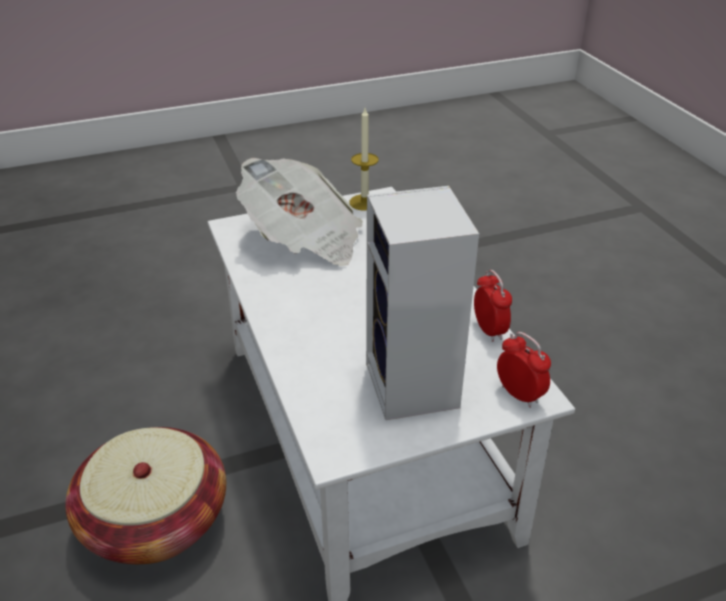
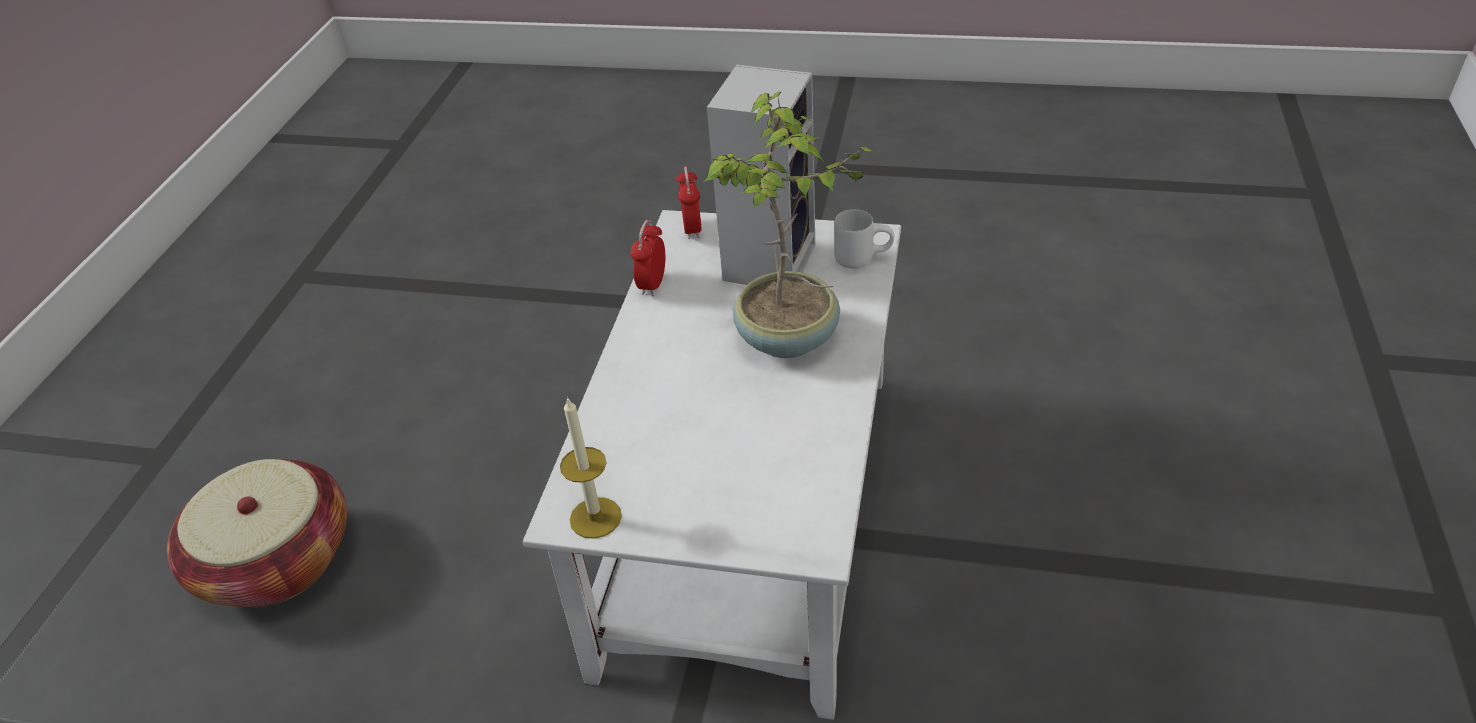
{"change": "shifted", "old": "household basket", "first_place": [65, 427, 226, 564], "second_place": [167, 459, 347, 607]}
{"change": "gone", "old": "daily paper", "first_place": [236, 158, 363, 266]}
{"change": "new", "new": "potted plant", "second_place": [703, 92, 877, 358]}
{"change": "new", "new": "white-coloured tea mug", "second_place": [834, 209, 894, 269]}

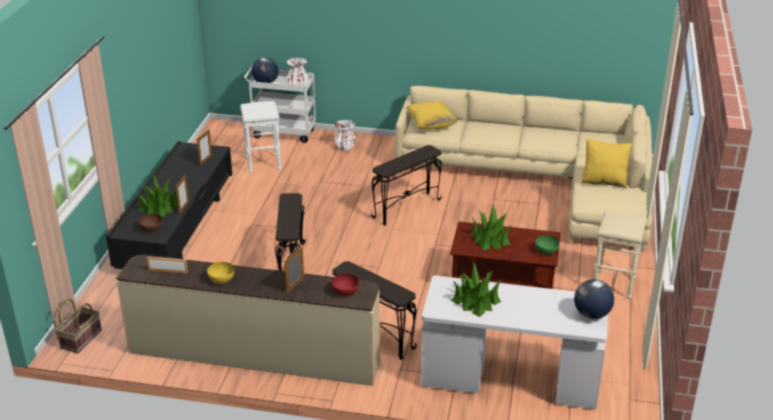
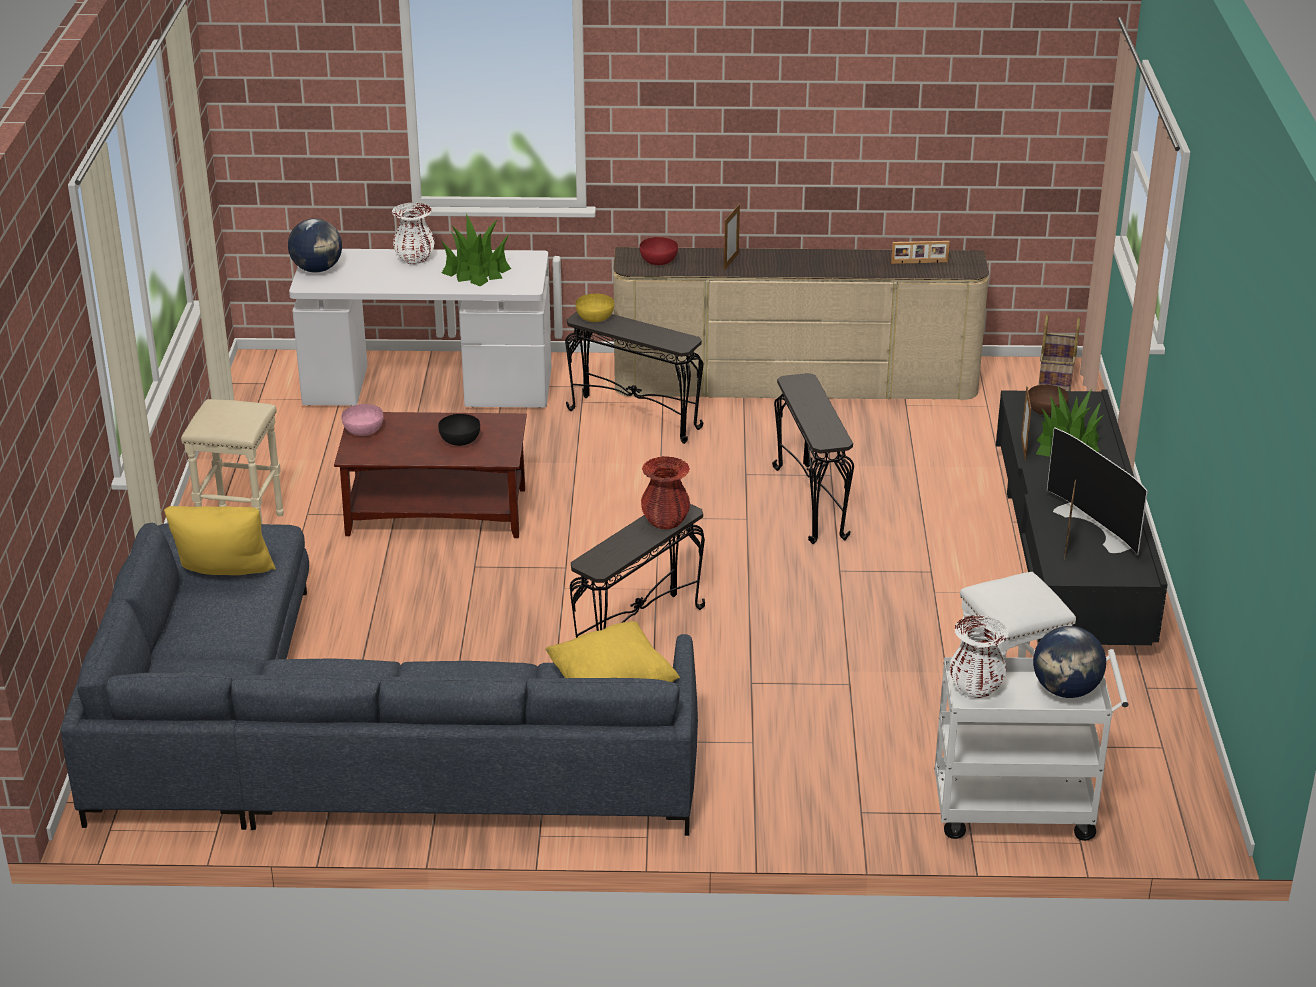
{"change": "shifted", "old": "yellow serving bowl", "first_place": [207, 262, 234, 284], "second_place": [575, 294, 614, 322]}
{"change": "shifted", "old": "white-coloured flower vase", "first_place": [335, 120, 355, 151], "second_place": [392, 203, 435, 264]}
{"change": "repainted", "old": "beige settee", "new": "blue-coloured settee", "first_place": [395, 86, 652, 253], "second_place": [61, 523, 698, 836]}
{"change": "swapped", "old": "potted plant", "new": "blackish serving bowl", "first_place": [470, 204, 512, 250], "second_place": [438, 414, 480, 446]}
{"change": "repainted", "old": "green serving bowl", "new": "pink serving bowl", "first_place": [535, 235, 560, 255], "second_place": [342, 404, 383, 436]}
{"change": "new", "new": "reddish flower vase", "second_place": [641, 456, 690, 529]}
{"change": "new", "new": "television", "second_place": [1047, 427, 1148, 555]}

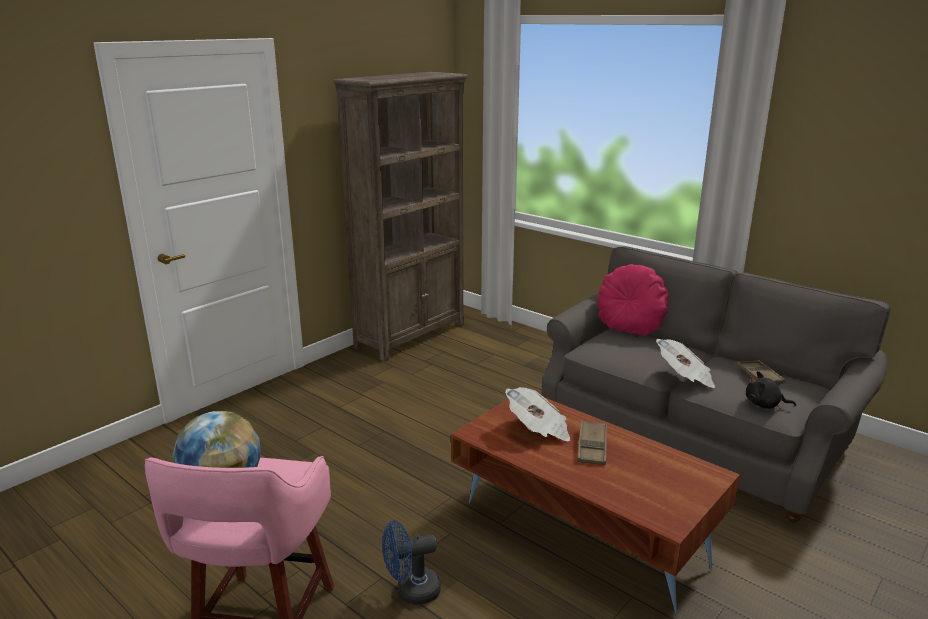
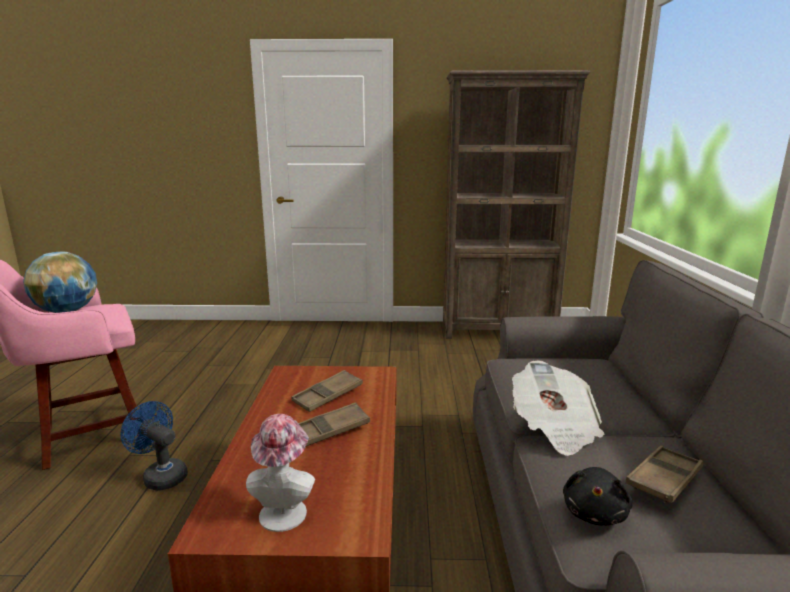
{"change": "swapped", "old": "daily paper", "new": "brown carrying tray", "first_place": [505, 387, 570, 441], "second_place": [291, 370, 363, 412]}
{"change": "gone", "old": "pink cushion", "first_place": [598, 264, 668, 336]}
{"change": "rotated", "old": "blackish soft toy", "first_place": [746, 371, 796, 409], "second_place": [563, 467, 633, 526], "degrees": -135}
{"change": "new", "new": "hat", "second_place": [246, 414, 315, 532]}

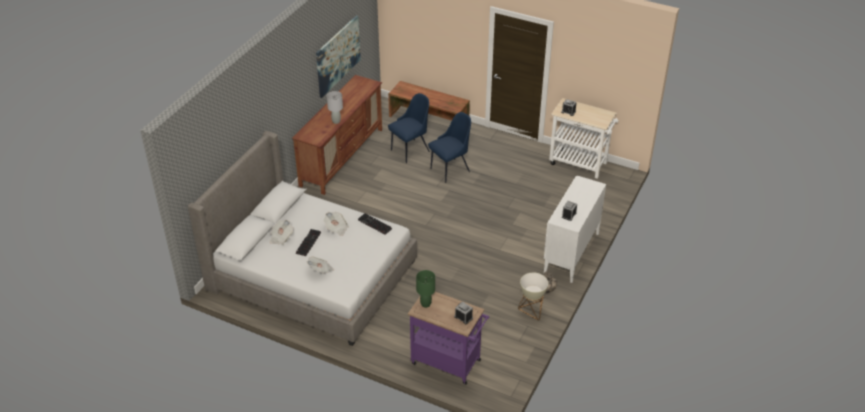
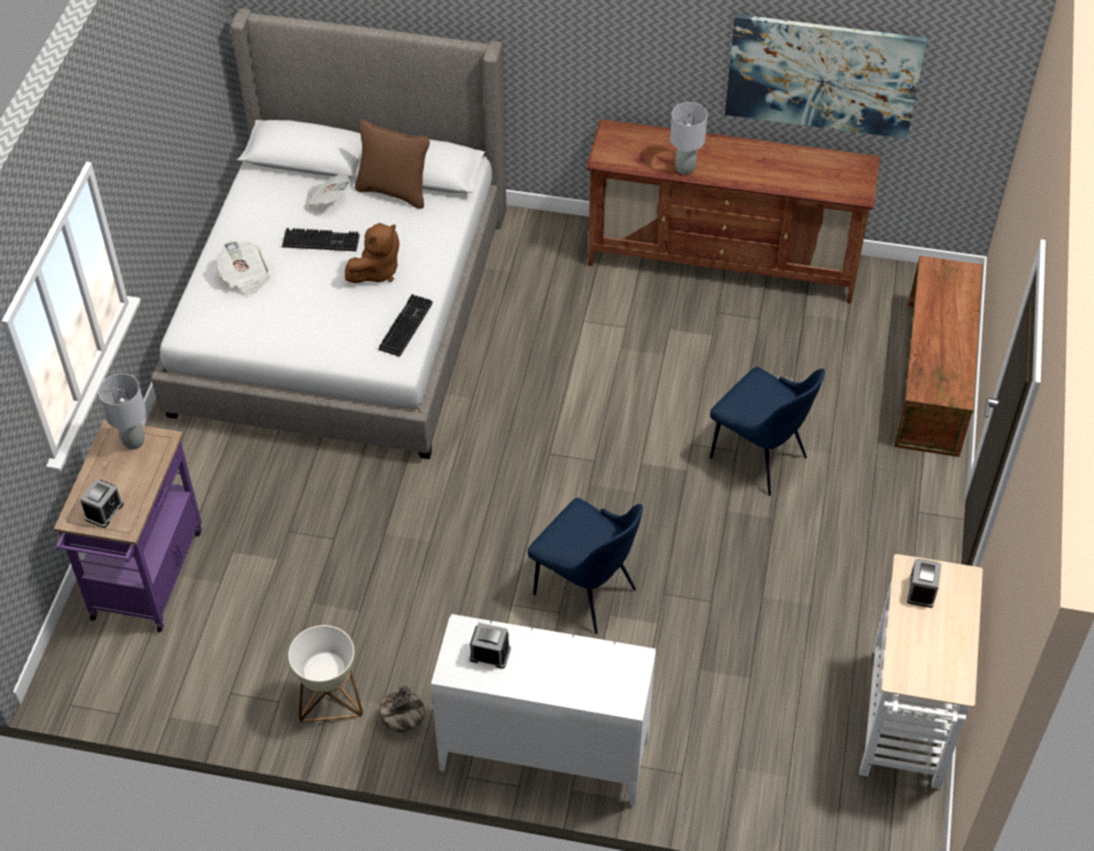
{"change": "swapped", "old": "daily paper", "new": "brown soft toy", "first_place": [324, 212, 349, 236], "second_place": [345, 223, 400, 283]}
{"change": "shifted", "old": "blue-coloured upright chair", "first_place": [388, 93, 430, 163], "second_place": [528, 498, 643, 634]}
{"change": "repainted", "old": "green tabletop lamp", "new": "greyish tabletop lamp", "first_place": [416, 270, 435, 308], "second_place": [98, 374, 146, 450]}
{"change": "new", "new": "brown cushion", "second_place": [355, 120, 430, 209]}

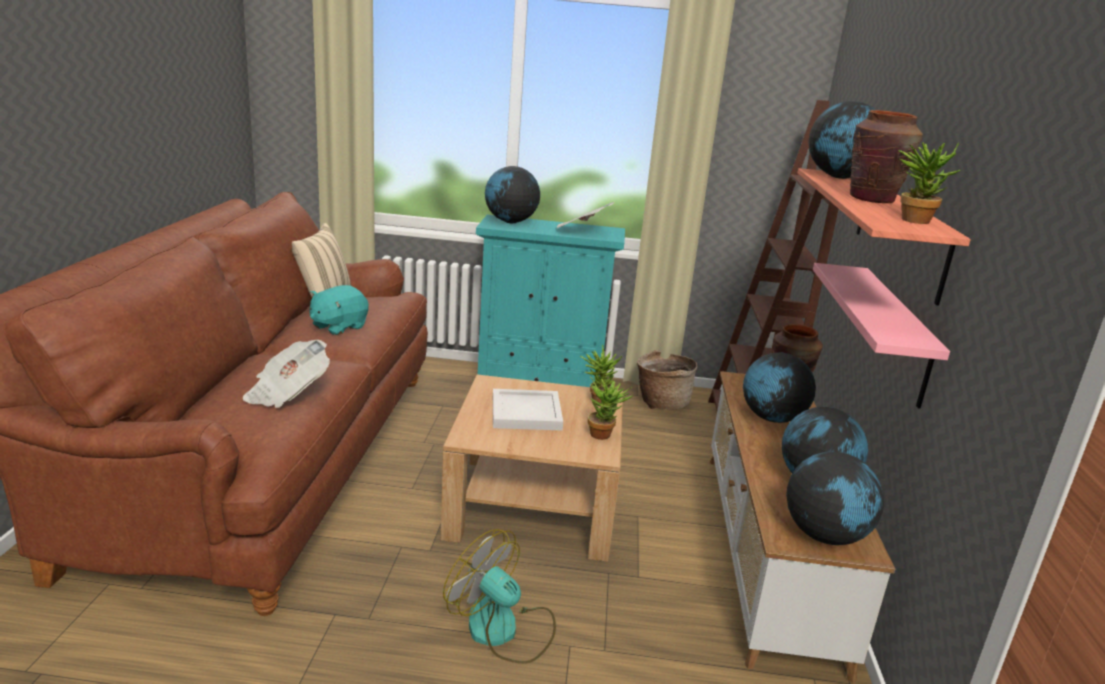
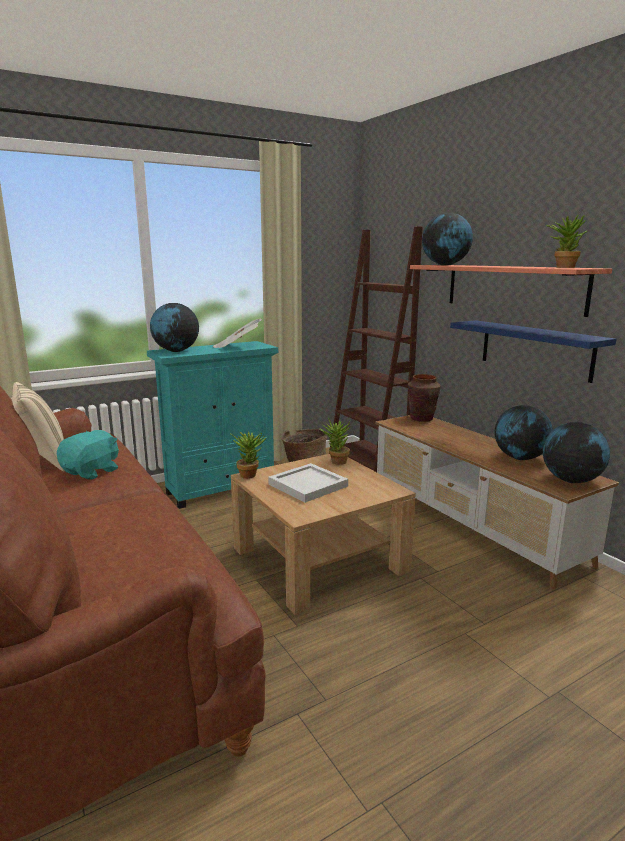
{"change": "gone", "old": "daily paper", "first_place": [243, 340, 330, 408]}
{"change": "rotated", "old": "blue-green soft toy", "first_place": [310, 285, 369, 335], "second_place": [57, 430, 119, 480], "degrees": -150}
{"change": "gone", "old": "fan", "first_place": [443, 529, 556, 664]}
{"change": "shifted", "old": "potted plant", "first_place": [588, 377, 632, 440], "second_place": [231, 432, 267, 479]}
{"change": "gone", "old": "world globe", "first_place": [743, 352, 816, 423]}
{"change": "repainted", "old": "pink bracket shelf", "new": "blue-coloured bracket shelf", "first_place": [813, 263, 950, 409], "second_place": [450, 320, 617, 383]}
{"change": "gone", "old": "brown flower vase", "first_place": [850, 110, 923, 203]}

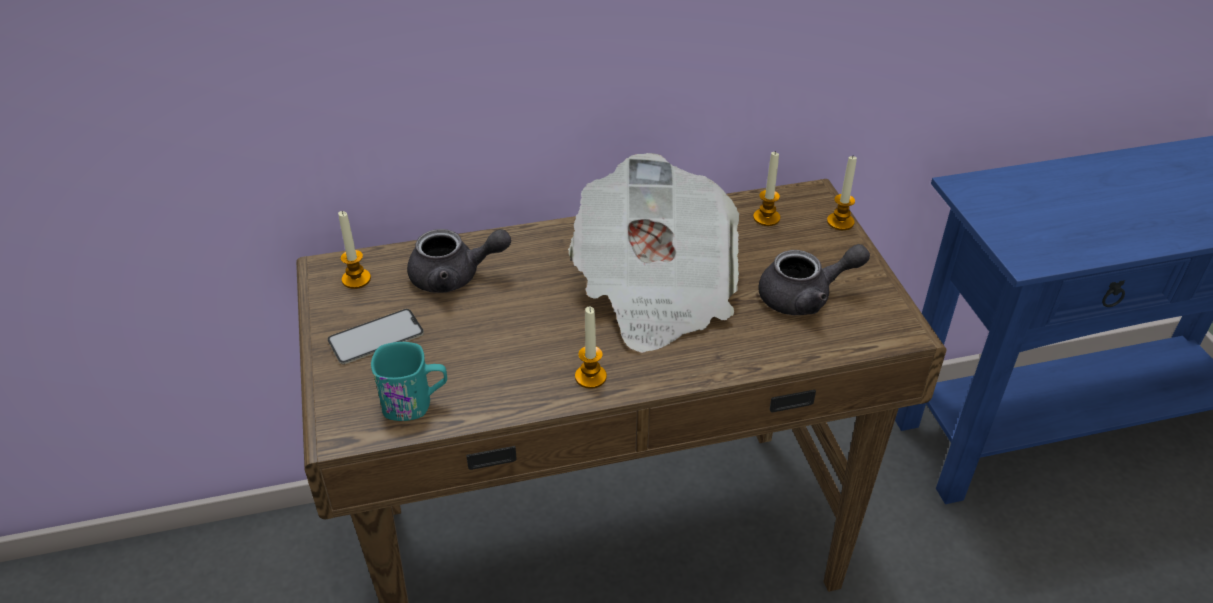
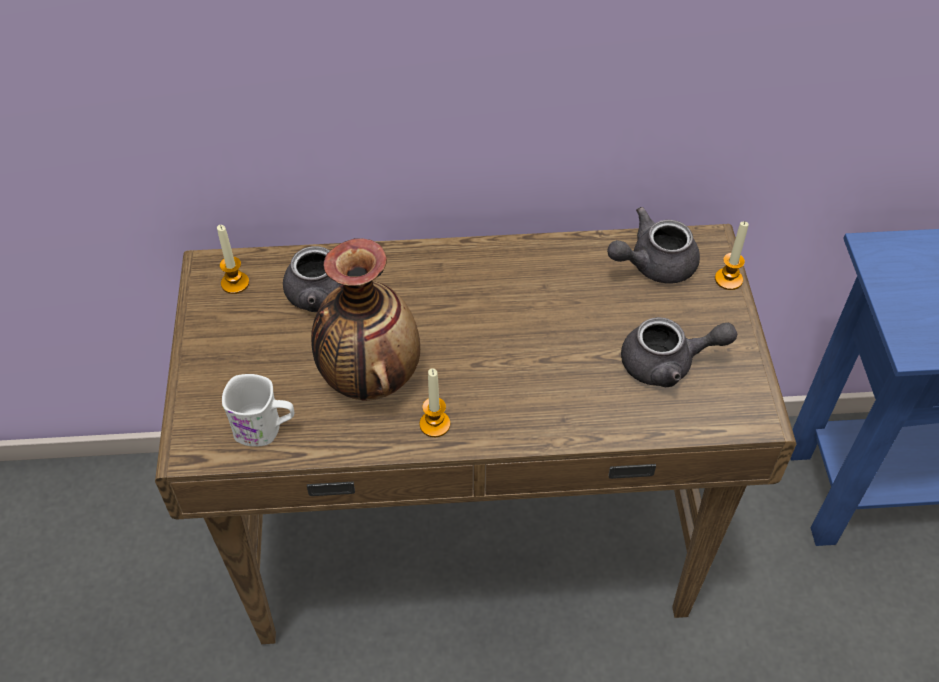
{"change": "gone", "old": "handset", "first_place": [328, 309, 424, 364]}
{"change": "repainted", "old": "blue-green tea mug", "new": "white-coloured tea mug", "first_place": [371, 342, 447, 421], "second_place": [222, 374, 294, 447]}
{"change": "gone", "old": "daily paper", "first_place": [568, 153, 739, 353]}
{"change": "swapped", "old": "candle", "new": "greyish pot for tea", "first_place": [753, 151, 780, 226], "second_place": [607, 207, 700, 284]}
{"change": "new", "new": "flower vase", "second_place": [311, 238, 420, 401]}

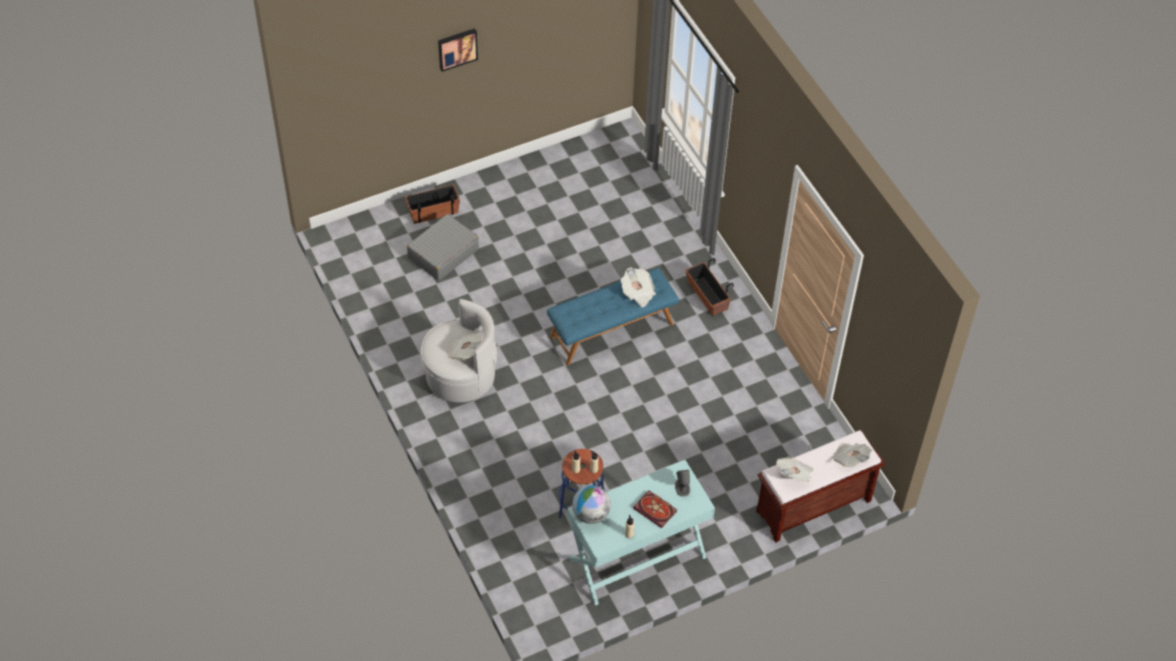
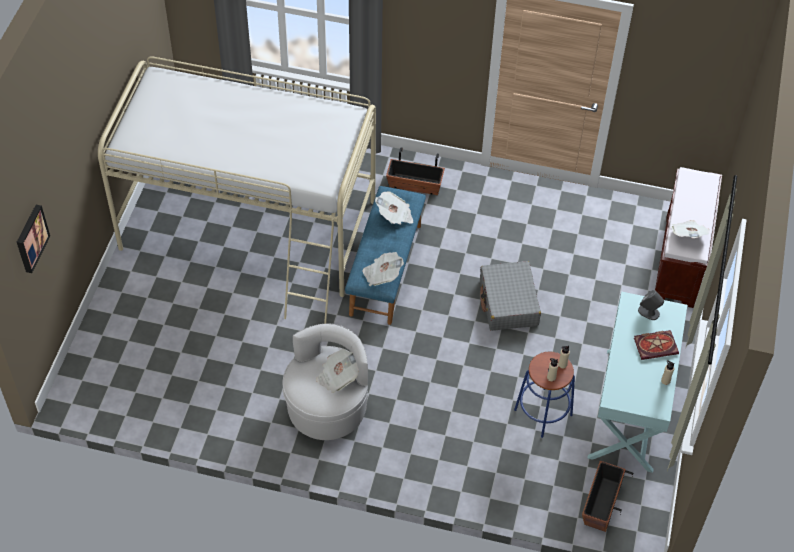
{"change": "shifted", "old": "flower pot", "first_place": [405, 185, 460, 224], "second_place": [582, 461, 633, 532]}
{"change": "shifted", "old": "greyish piece of luggage", "first_place": [407, 214, 479, 281], "second_place": [480, 261, 541, 331]}
{"change": "shifted", "old": "wall art", "first_place": [438, 29, 478, 72], "second_place": [17, 205, 50, 273]}
{"change": "gone", "old": "world globe", "first_place": [572, 485, 611, 524]}
{"change": "shifted", "old": "daily paper", "first_place": [831, 443, 872, 467], "second_place": [363, 252, 404, 286]}
{"change": "new", "new": "beige bed", "second_place": [98, 57, 376, 324]}

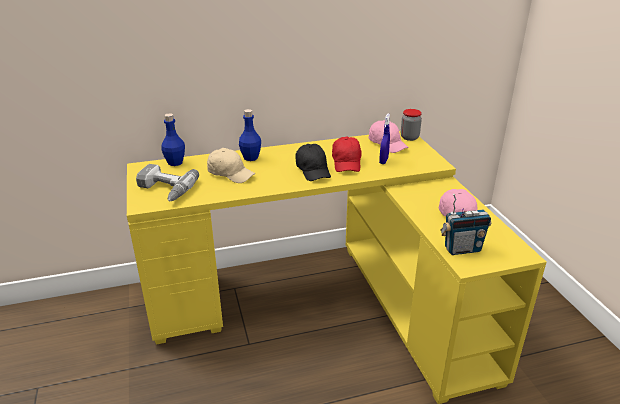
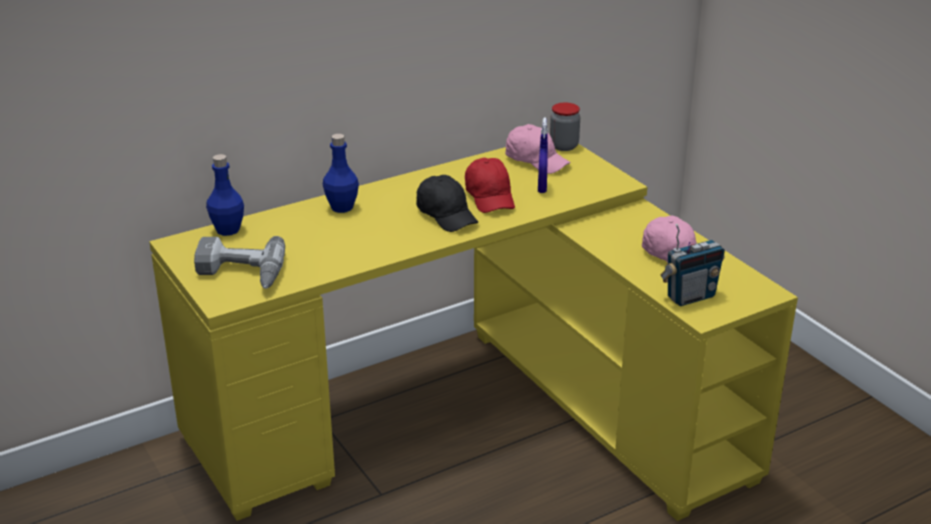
{"change": "gone", "old": "beige peaked cap", "first_place": [207, 148, 255, 183]}

